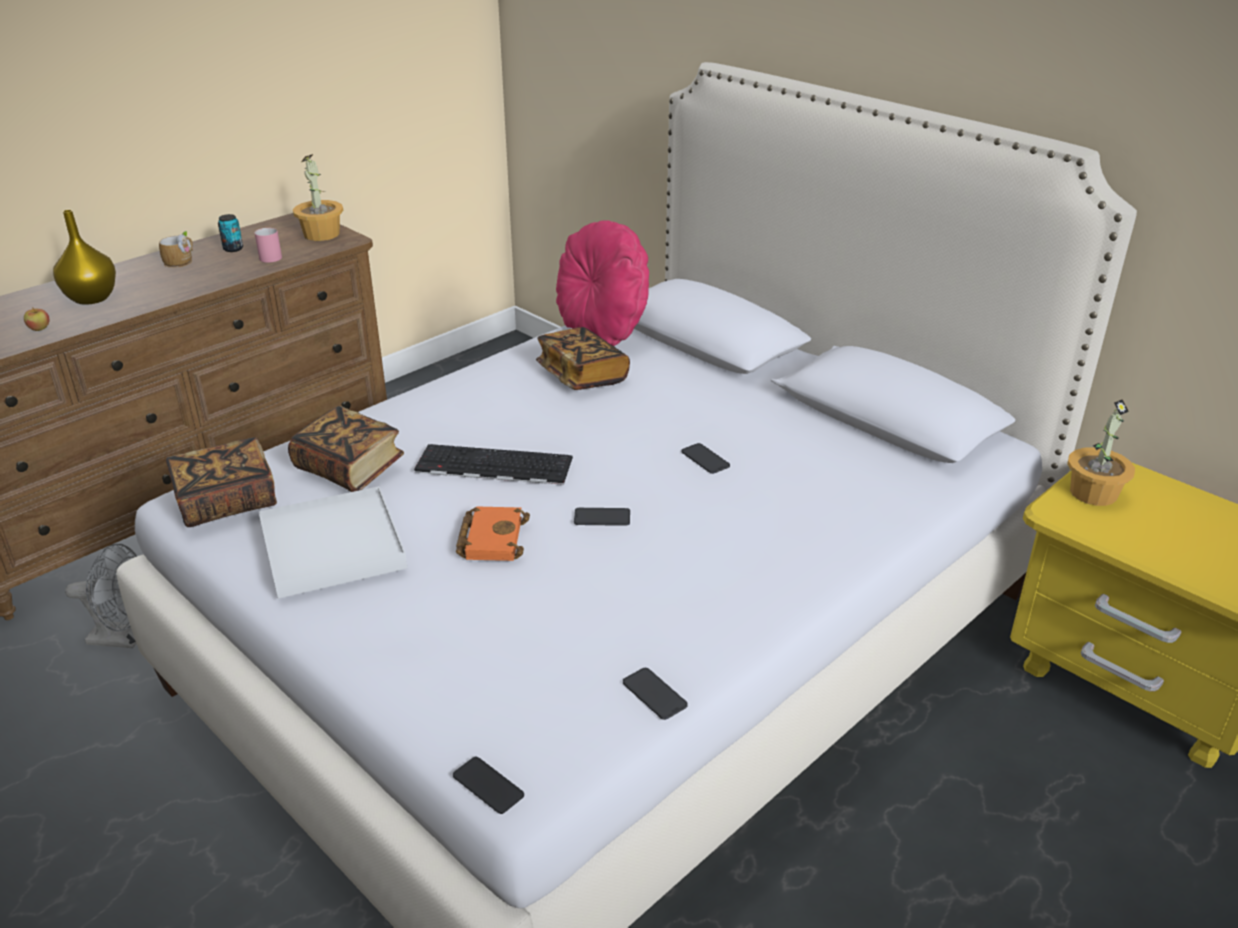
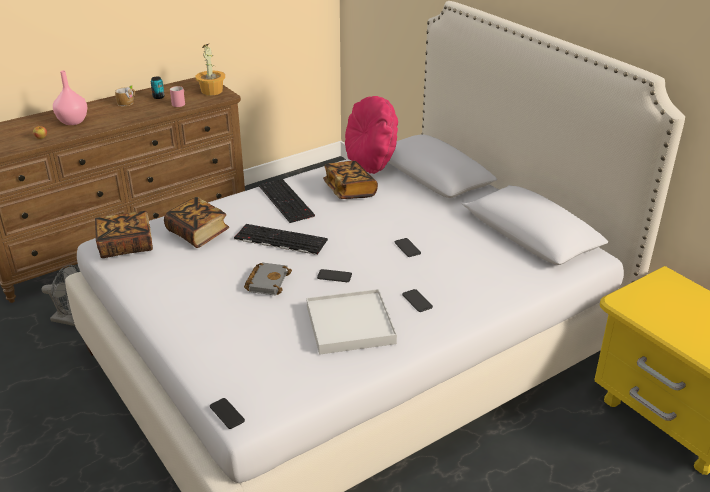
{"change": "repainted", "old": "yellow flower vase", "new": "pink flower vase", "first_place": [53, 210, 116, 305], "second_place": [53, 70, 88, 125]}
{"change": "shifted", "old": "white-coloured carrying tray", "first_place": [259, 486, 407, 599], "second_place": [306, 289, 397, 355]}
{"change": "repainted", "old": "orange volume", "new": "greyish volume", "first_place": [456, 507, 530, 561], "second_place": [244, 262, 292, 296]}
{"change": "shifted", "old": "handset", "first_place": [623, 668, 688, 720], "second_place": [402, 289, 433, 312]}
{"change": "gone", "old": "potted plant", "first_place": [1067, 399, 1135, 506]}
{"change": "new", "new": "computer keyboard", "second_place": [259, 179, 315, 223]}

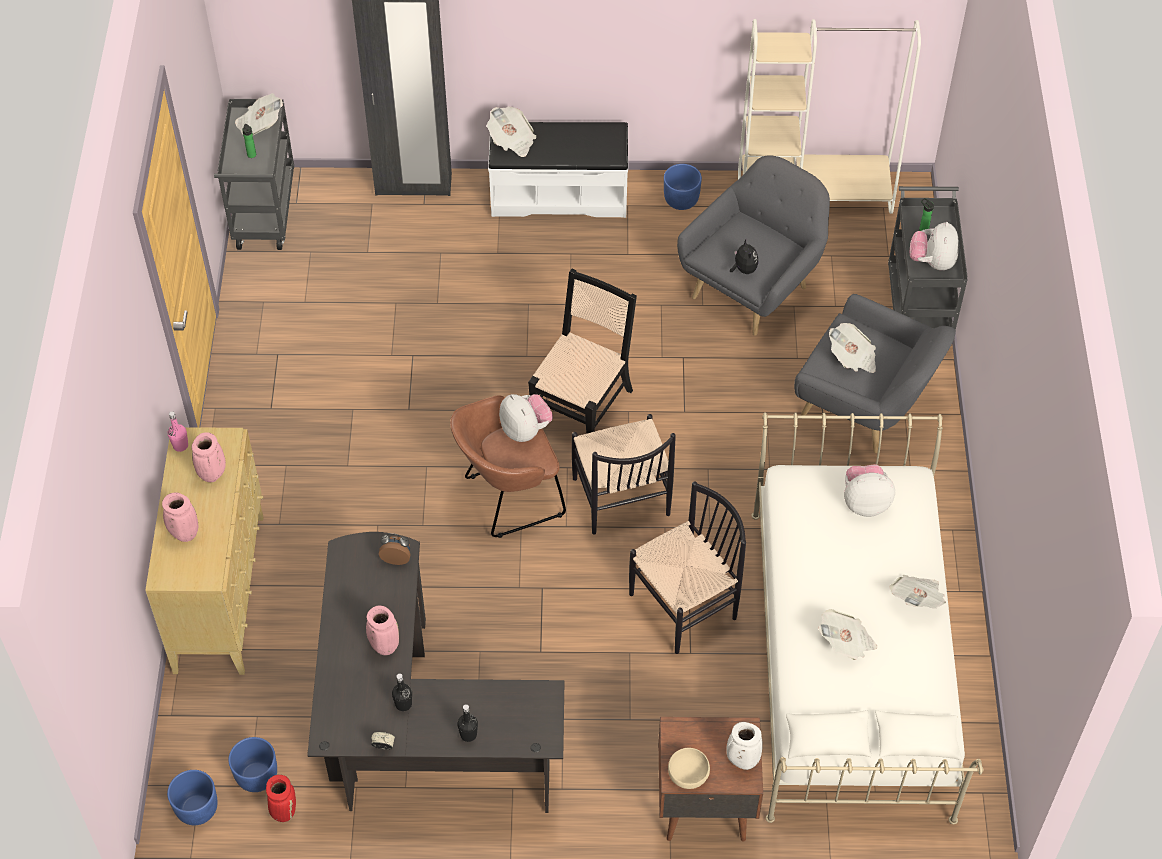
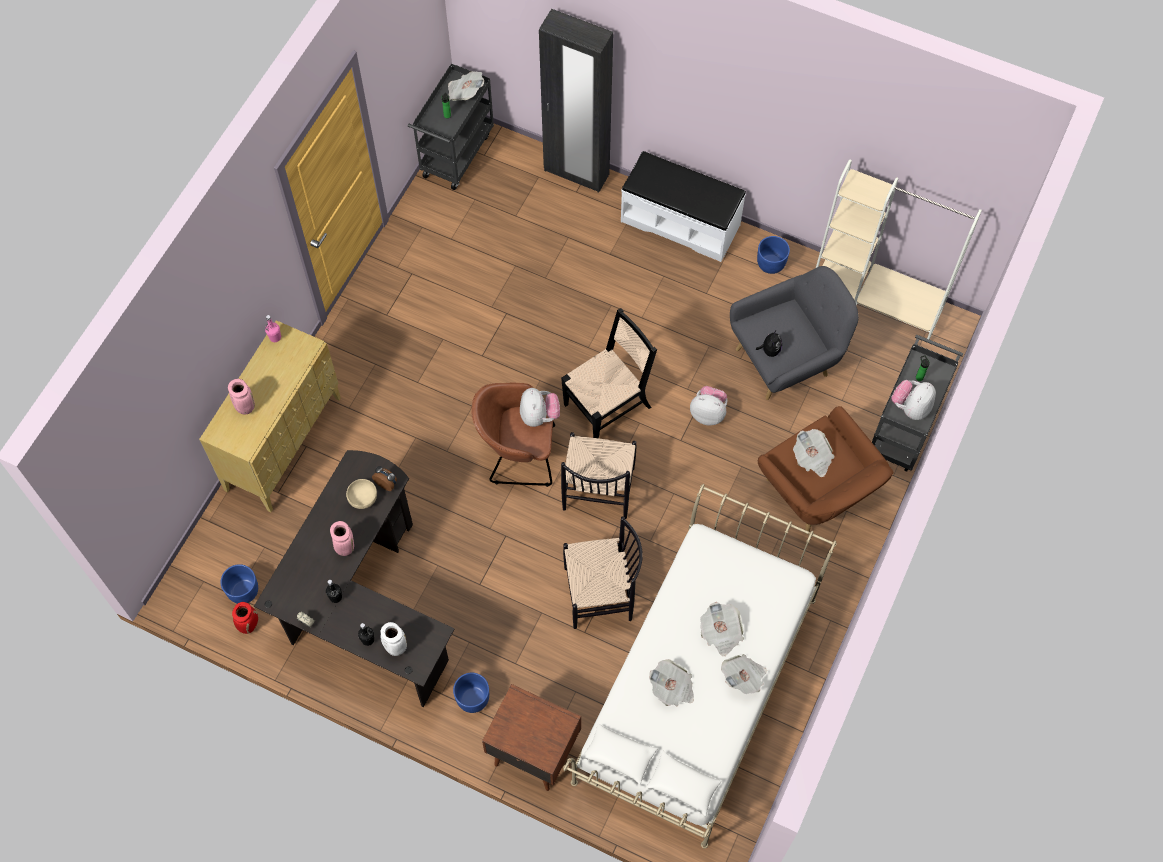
{"change": "shifted", "old": "blue-coloured flower pot", "first_place": [167, 770, 218, 825], "second_place": [453, 673, 489, 713]}
{"change": "gone", "old": "pink flower vase", "first_place": [192, 432, 226, 482]}
{"change": "shifted", "old": "daily paper", "first_place": [487, 106, 537, 157], "second_place": [700, 602, 744, 656]}
{"change": "shifted", "old": "beige serving bowl", "first_place": [668, 748, 710, 789], "second_place": [346, 479, 377, 509]}
{"change": "shifted", "old": "white-coloured flower vase", "first_place": [726, 722, 763, 770], "second_place": [380, 622, 407, 656]}
{"change": "repainted", "old": "greyish armchair", "new": "brown armchair", "first_place": [794, 294, 956, 453], "second_place": [758, 406, 893, 535]}
{"change": "shifted", "old": "soft toy", "first_place": [844, 464, 895, 517], "second_place": [690, 386, 728, 425]}

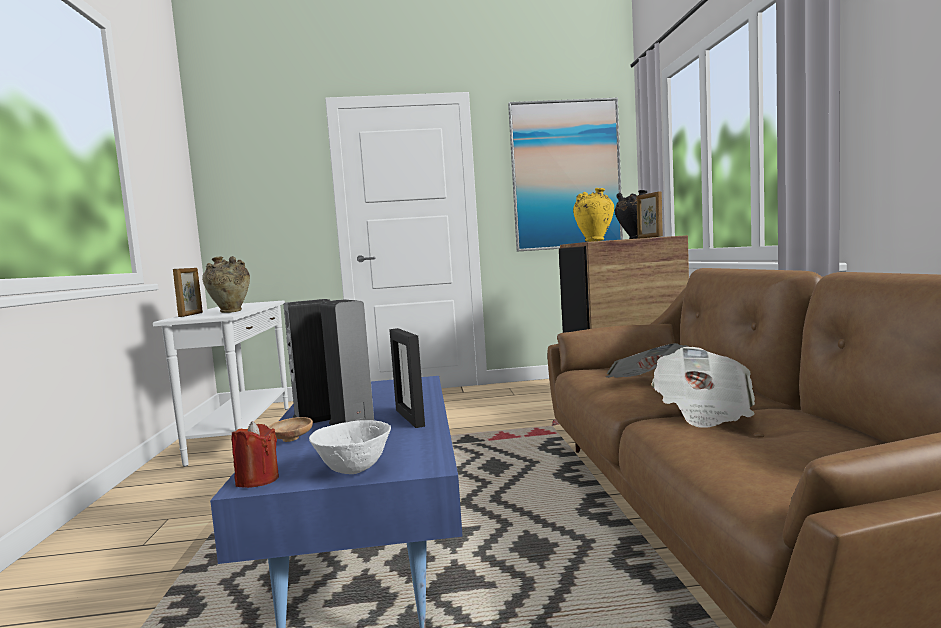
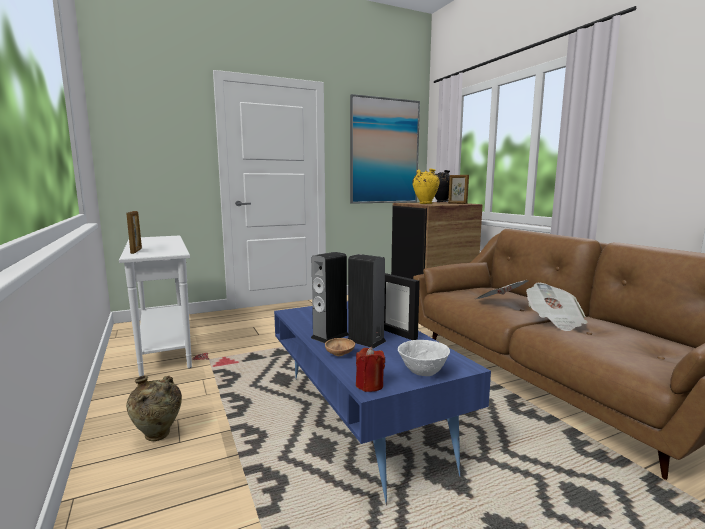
{"change": "shifted", "old": "beige flower vase", "first_place": [202, 256, 250, 313], "second_place": [126, 376, 182, 441]}

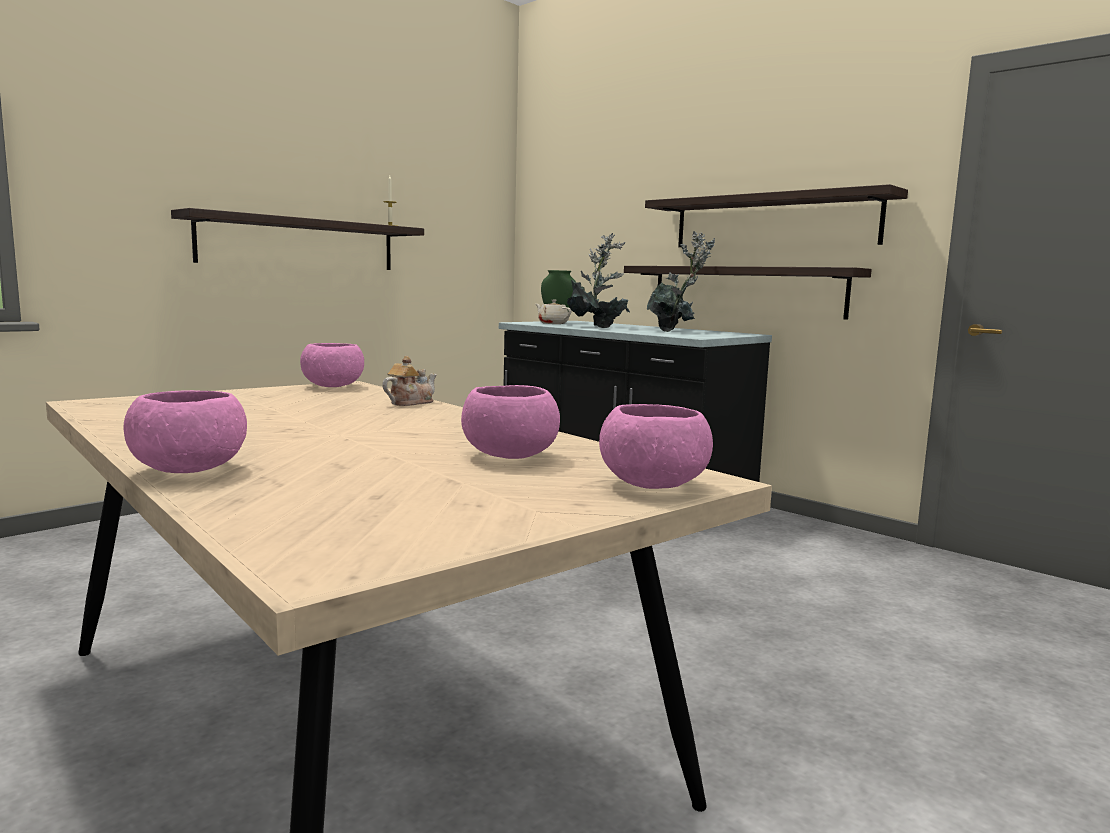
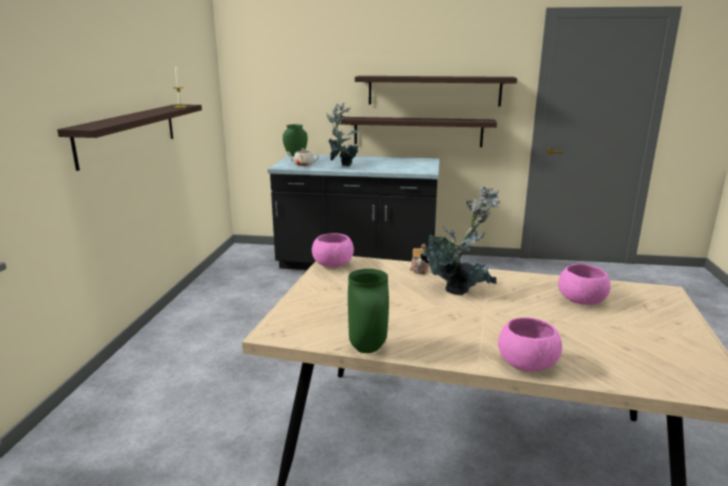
{"change": "gone", "old": "pink serving bowl", "first_place": [599, 404, 713, 489]}
{"change": "shifted", "old": "potted plant", "first_place": [647, 231, 715, 332], "second_place": [421, 186, 500, 295]}
{"change": "new", "new": "green flower vase", "second_place": [348, 269, 389, 353]}

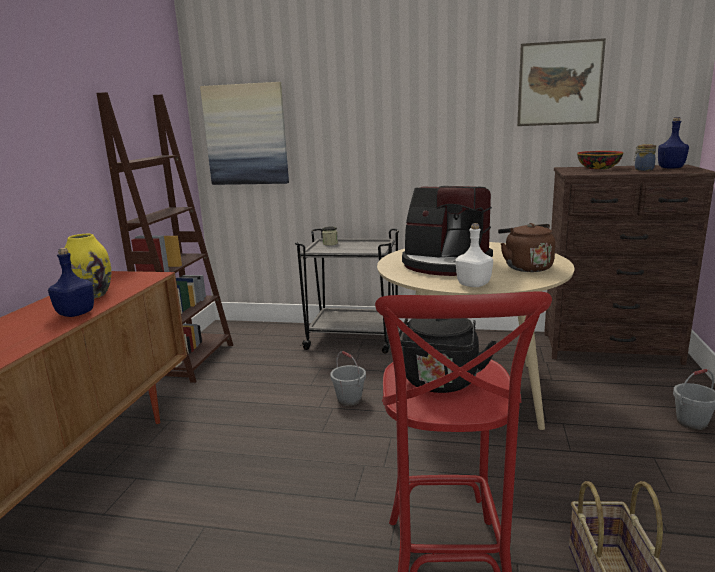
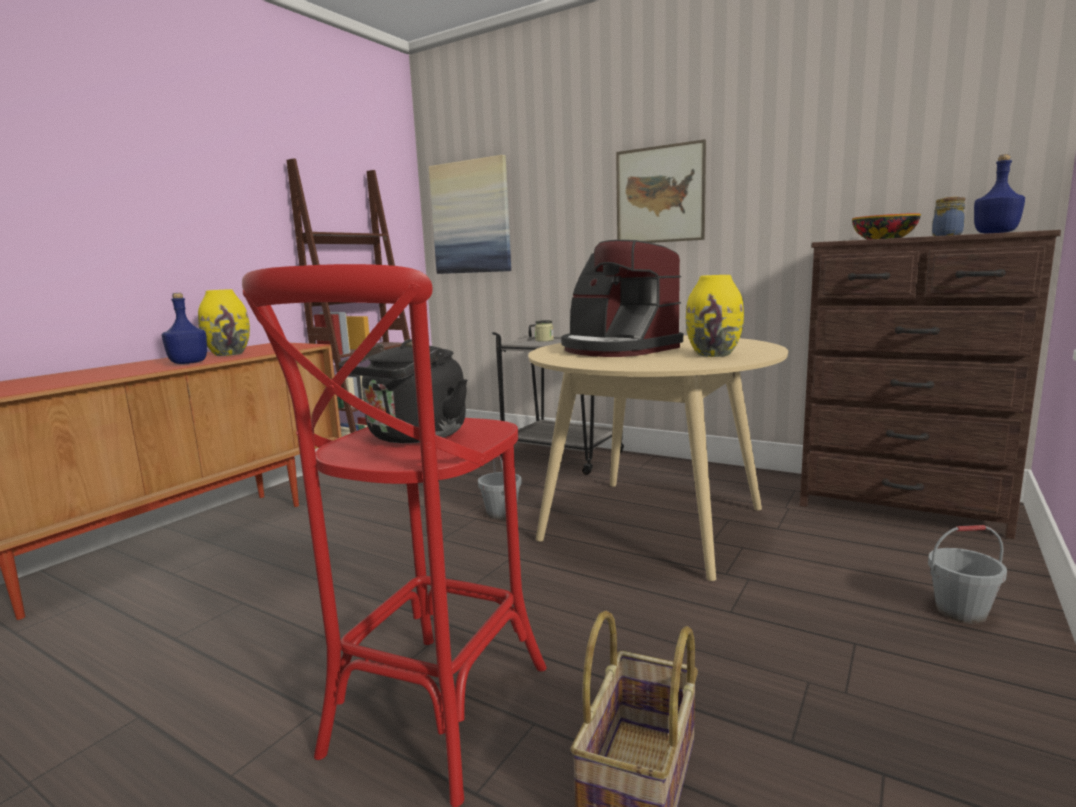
{"change": "gone", "old": "white-coloured bottle", "first_place": [455, 223, 493, 287]}
{"change": "swapped", "old": "brown tea kettle", "new": "yellow flower vase", "first_place": [498, 223, 555, 272], "second_place": [686, 275, 744, 357]}
{"change": "shifted", "old": "wall art", "first_place": [517, 38, 606, 126], "second_place": [616, 139, 706, 243]}

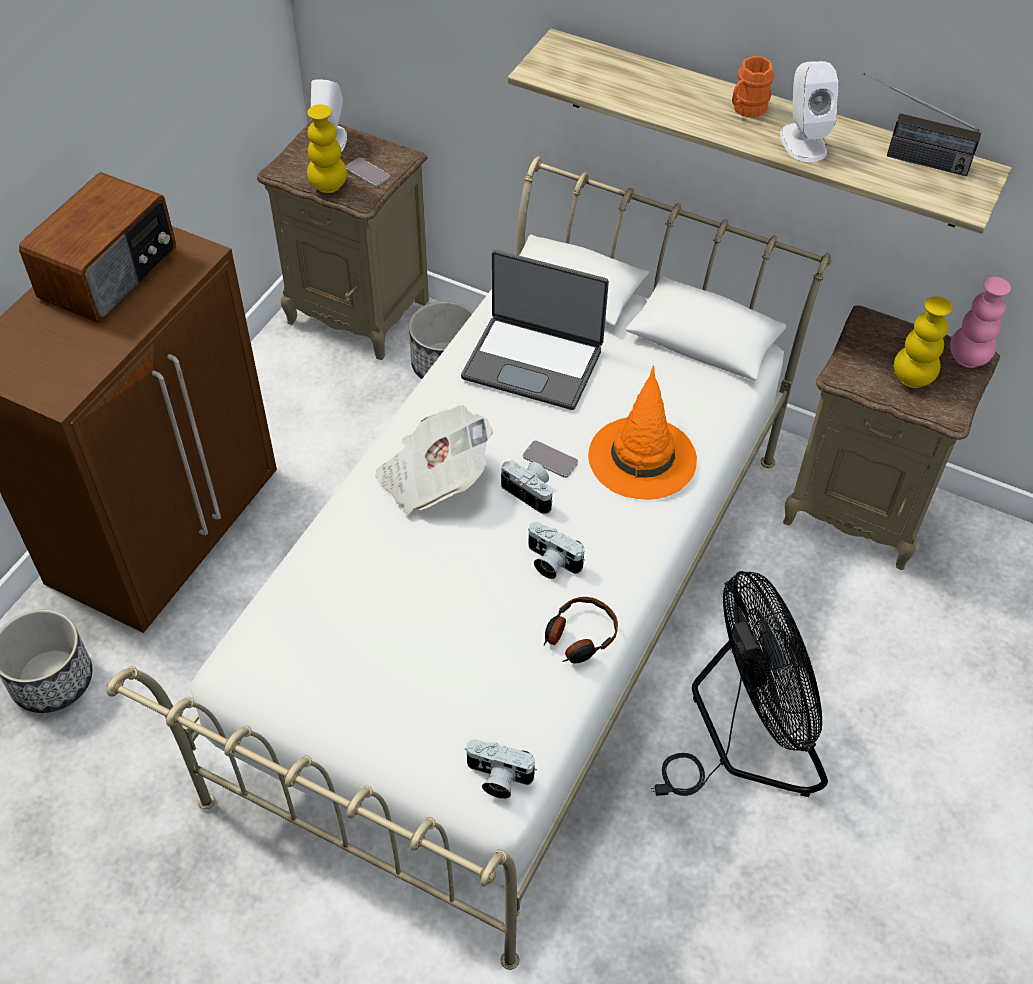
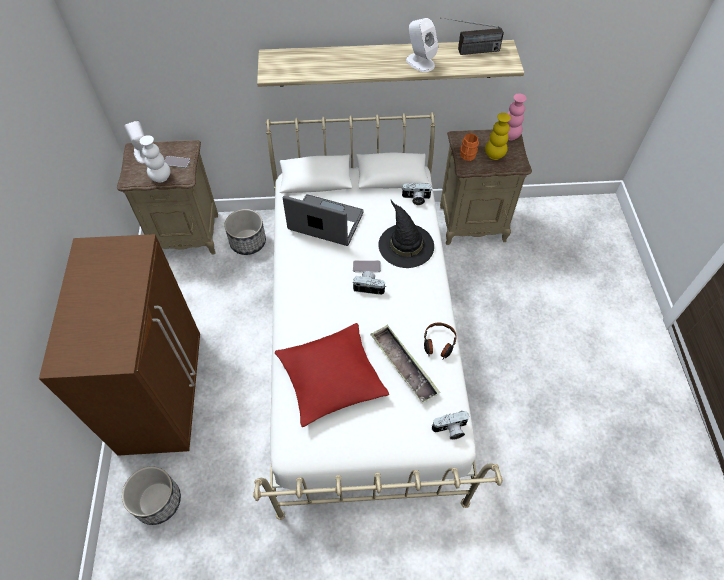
{"change": "gone", "old": "radio set", "first_place": [19, 172, 176, 323]}
{"change": "repainted", "old": "yellow flower vase", "new": "white-coloured flower vase", "first_place": [307, 104, 347, 193], "second_place": [140, 135, 171, 183]}
{"change": "gone", "old": "daily paper", "first_place": [375, 405, 493, 514]}
{"change": "rotated", "old": "portable computer", "first_place": [461, 250, 609, 410], "second_place": [283, 194, 363, 246], "degrees": -150}
{"change": "shifted", "old": "still camera", "first_place": [528, 522, 585, 579], "second_place": [402, 183, 432, 205]}
{"change": "repainted", "old": "orange hat", "new": "blackish hat", "first_place": [588, 365, 697, 500], "second_place": [378, 200, 434, 268]}
{"change": "gone", "old": "blackish fan", "first_place": [651, 571, 828, 797]}
{"change": "shifted", "old": "orange tea mug", "first_place": [732, 56, 774, 117], "second_place": [460, 133, 479, 161]}
{"change": "new", "new": "reddish cushion", "second_place": [275, 323, 389, 427]}
{"change": "new", "new": "carrying tray", "second_place": [370, 325, 440, 403]}

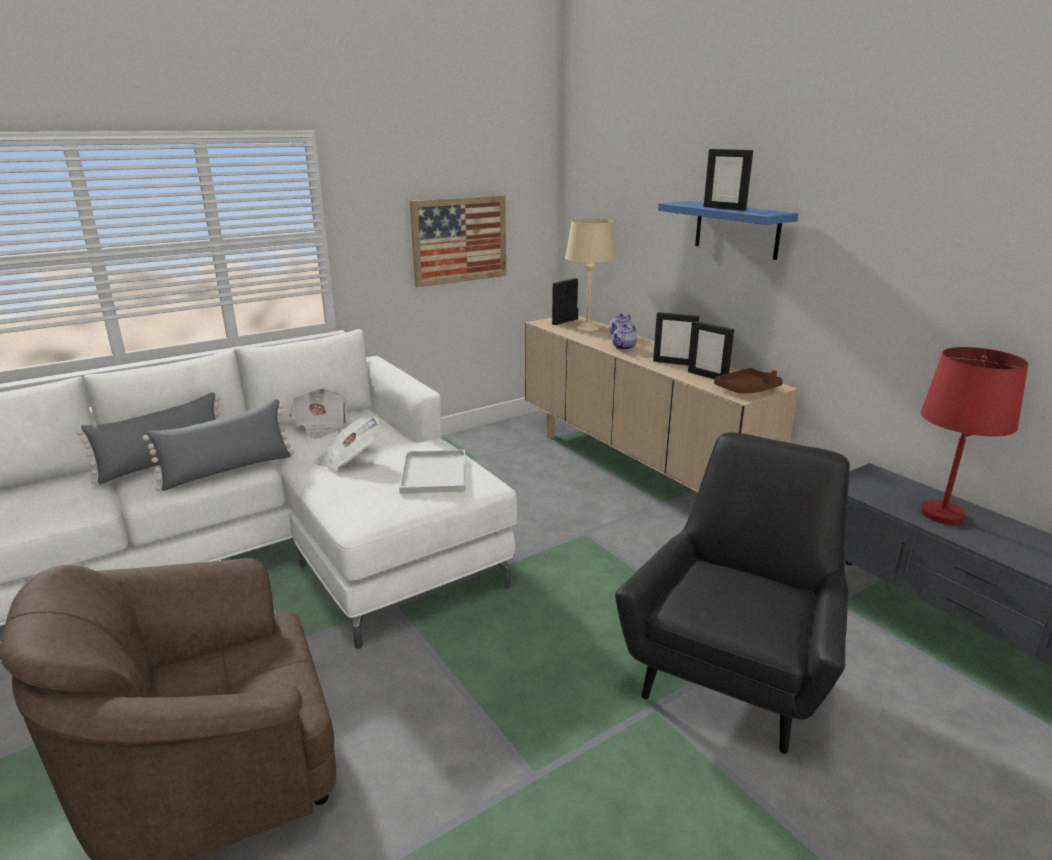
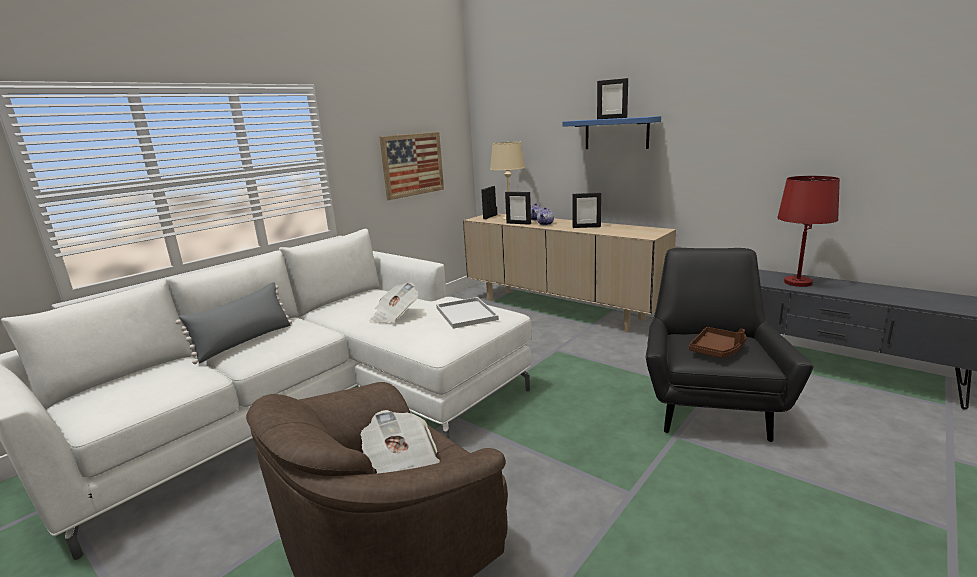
{"change": "gone", "old": "greyish cushion", "first_place": [143, 399, 294, 491]}
{"change": "shifted", "old": "daily paper", "first_place": [290, 389, 347, 439], "second_place": [360, 410, 440, 473]}
{"change": "shifted", "old": "photo frame", "first_place": [688, 321, 734, 379], "second_place": [505, 192, 531, 225]}
{"change": "shifted", "old": "brown carrying tray", "first_place": [714, 368, 783, 393], "second_place": [689, 327, 747, 358]}

